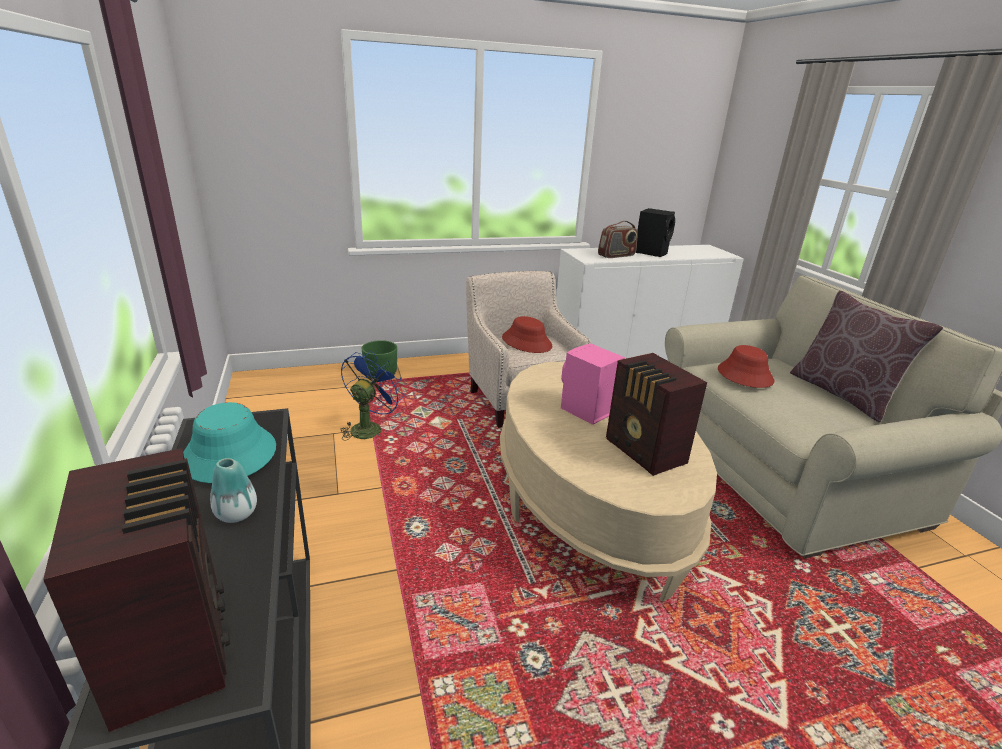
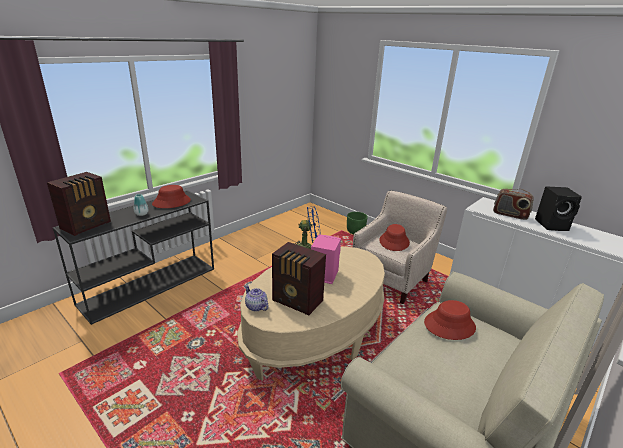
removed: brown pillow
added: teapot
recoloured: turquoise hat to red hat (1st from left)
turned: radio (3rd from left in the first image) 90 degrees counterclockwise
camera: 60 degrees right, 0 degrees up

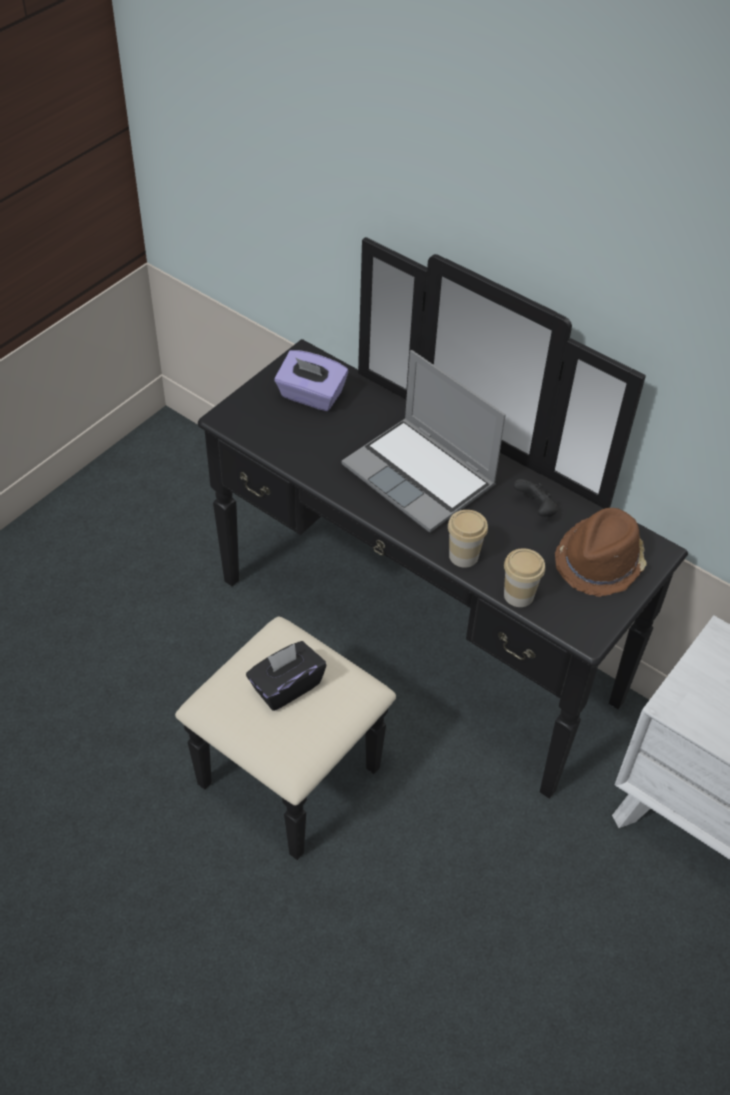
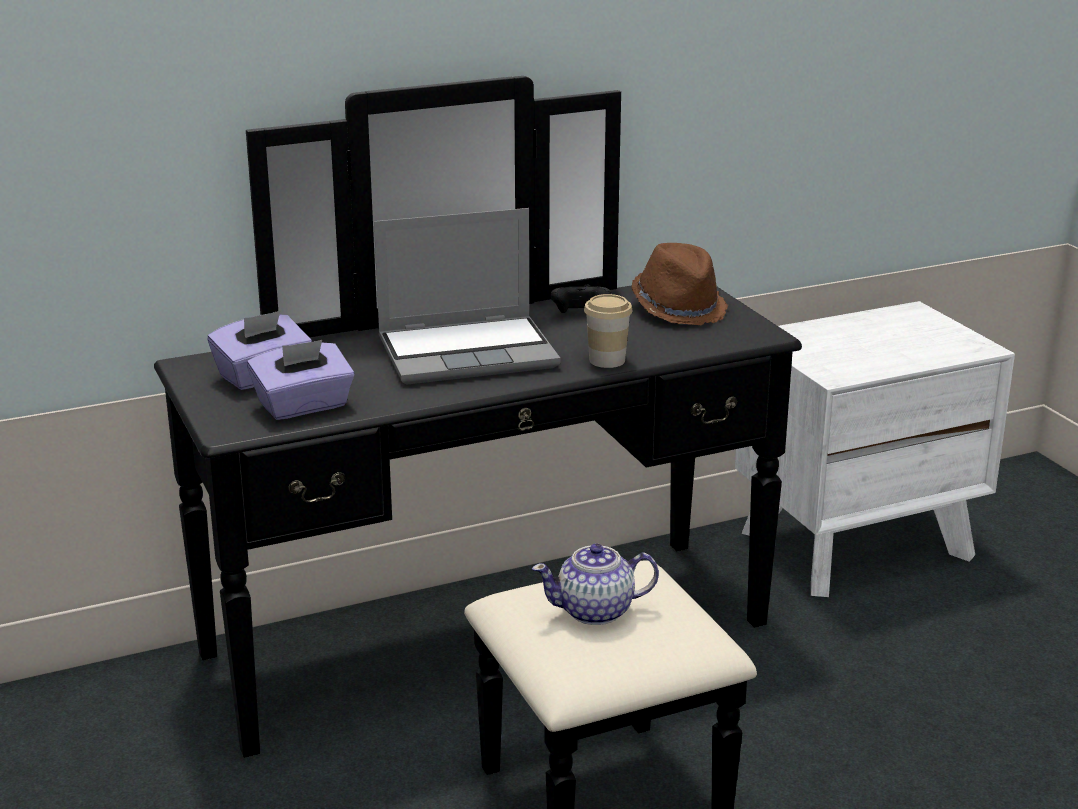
removed: cup (2nd from left)
added: purple tissue box (2nd from left)
replaced: black tissue box to teapot
camera: 60 degrees left, 25 degrees down

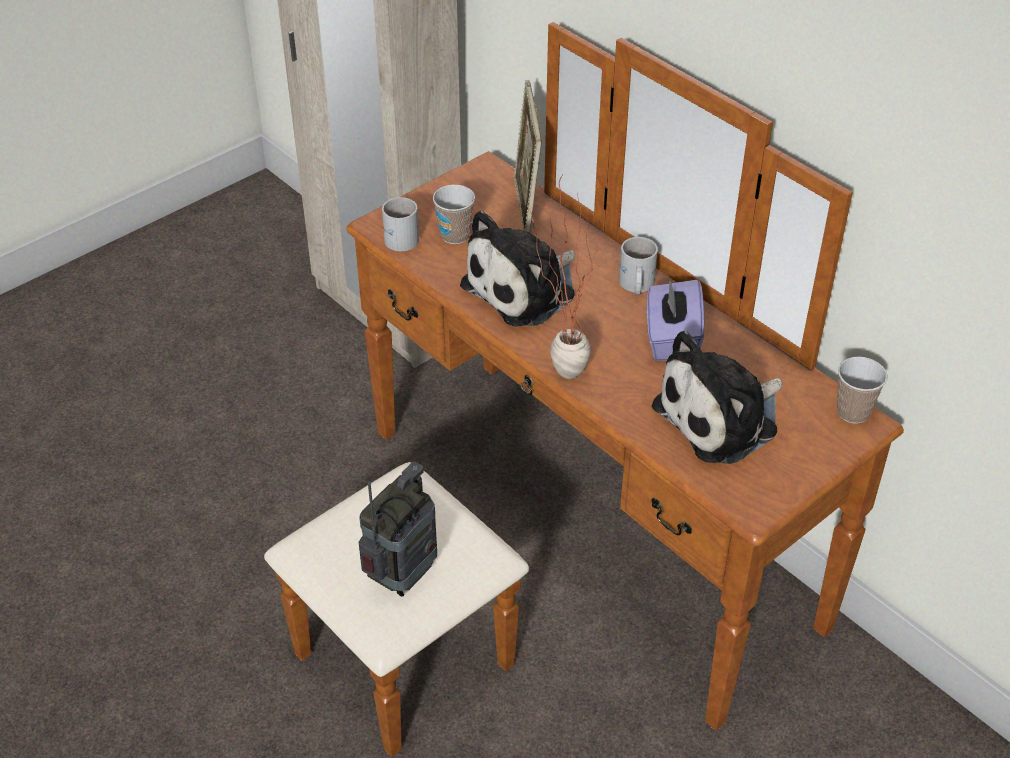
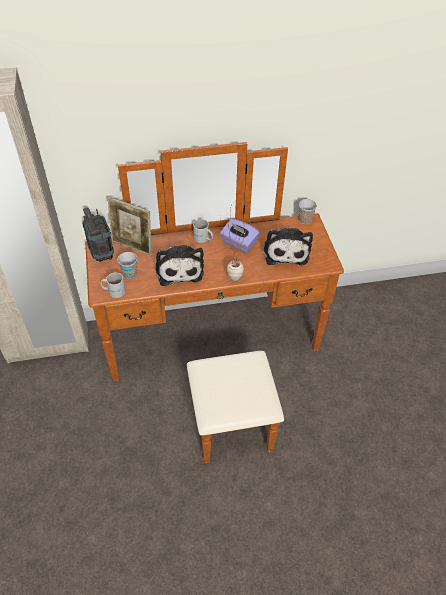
moved: radio
camera: 60 degrees left, 5 degrees up

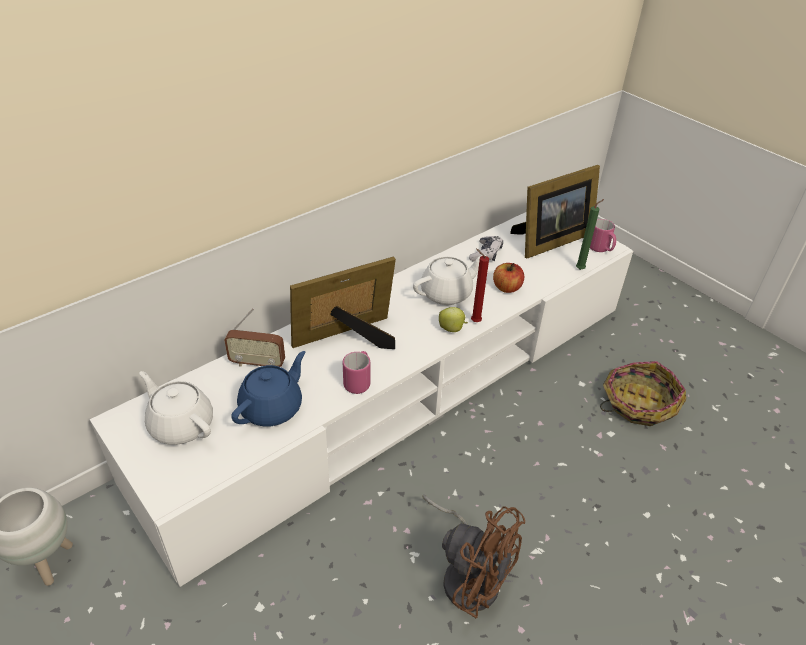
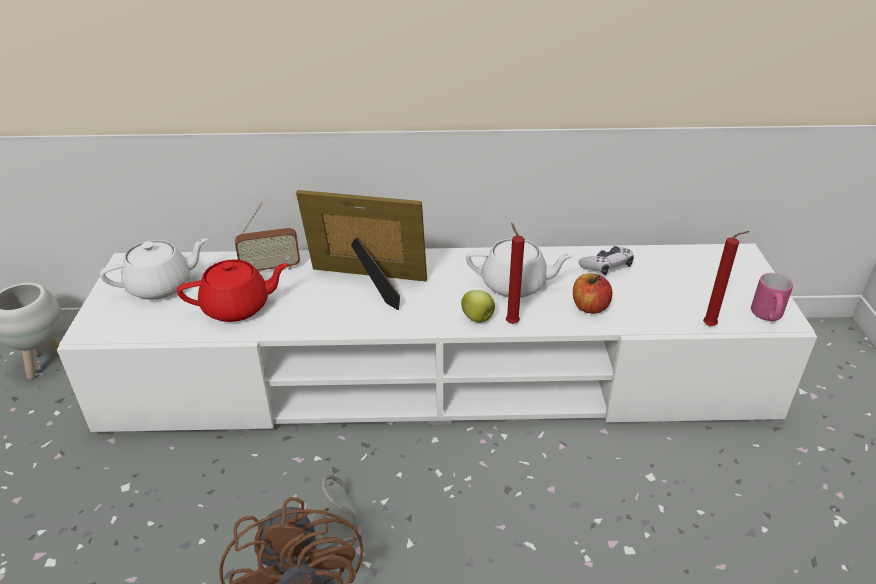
removed: pink mug (1st from left); picture frame (2nd from left); basket
recoloured: blue teapot to red teapot; green candle to red candle (2nd from left)
turned: white teapot (1st from left) 75 degrees clockwise; radio 60 degrees counterclockwise
camera: 40 degrees right, 5 degrees down

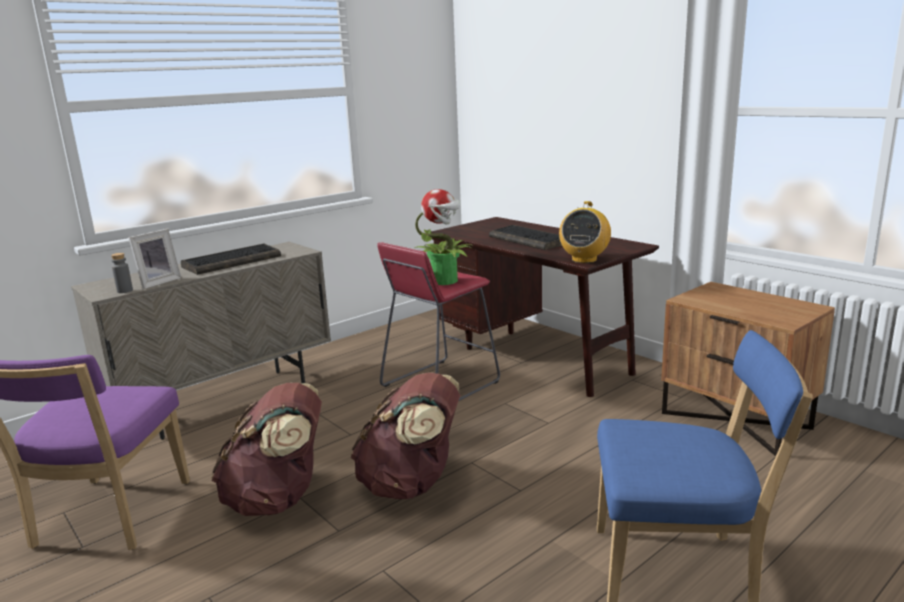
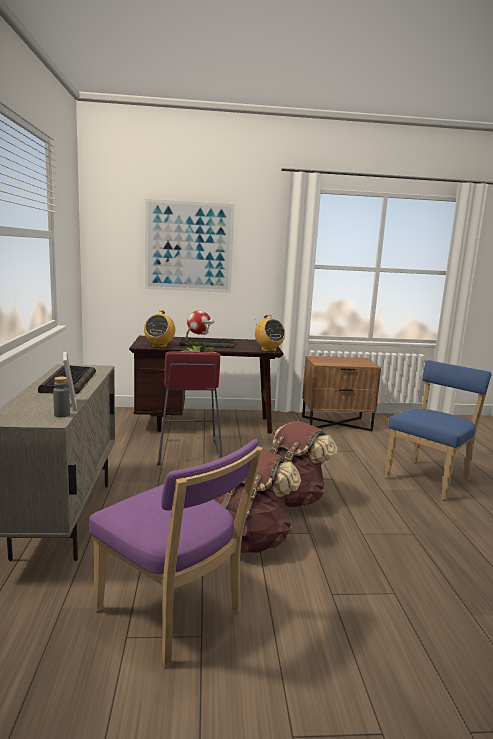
added: radio (1st from left); picture
camera: 55 degrees left, 5 degrees down

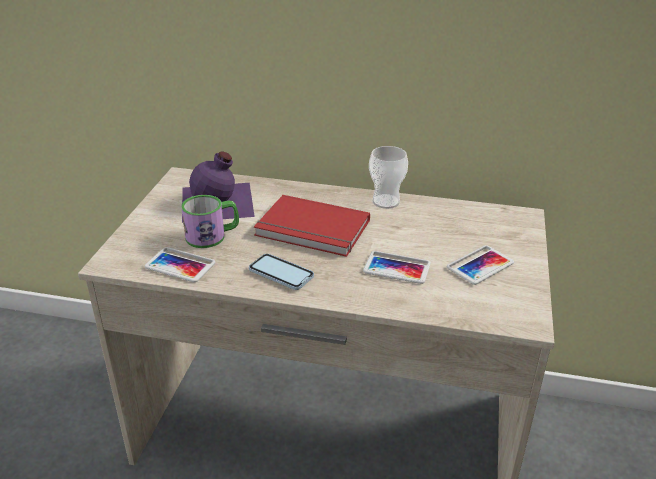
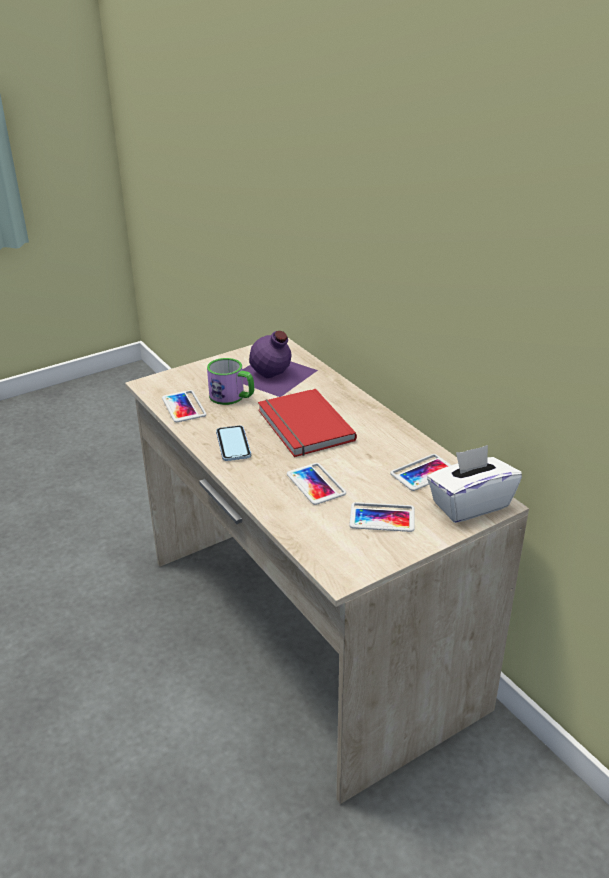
removed: cup
added: phone (5th from left); white tissue box
camera: 45 degrees right, 0 degrees up

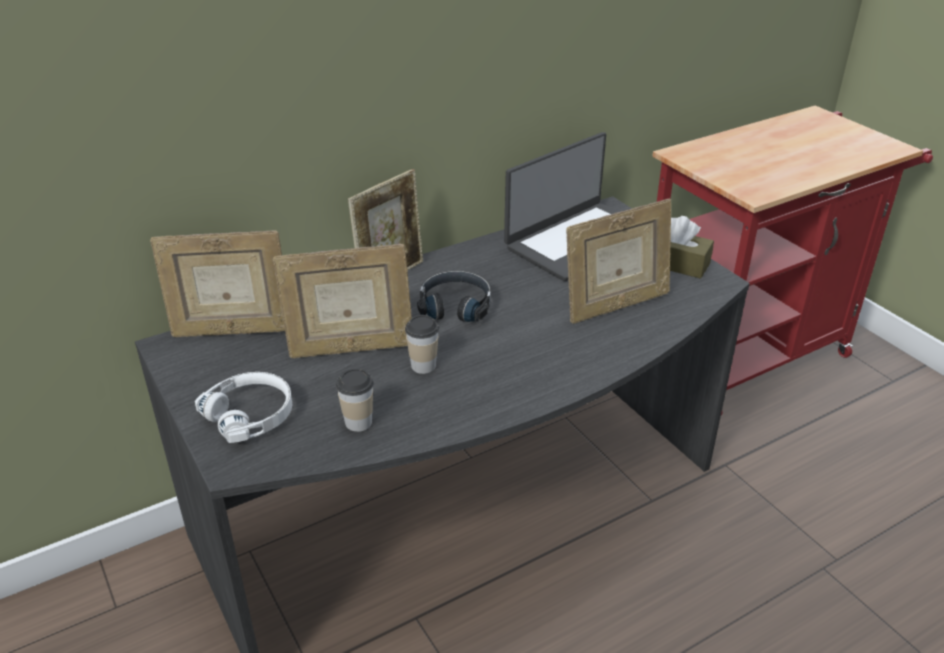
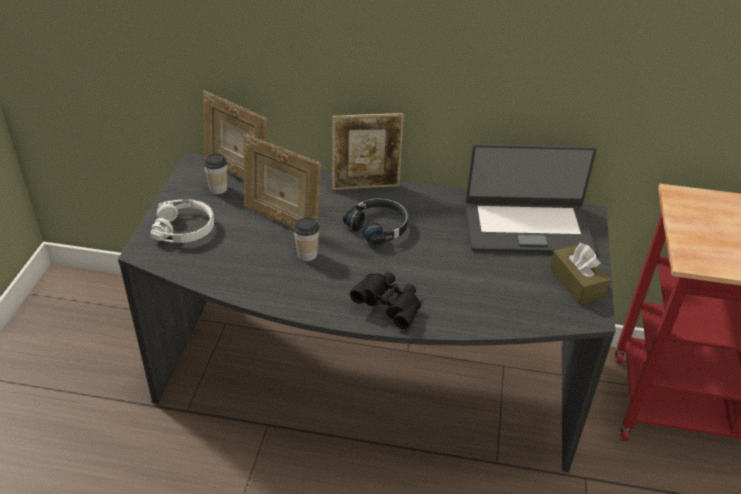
removed: picture frame (4th from left)
added: black binoculars
moved: cup (1st from left)
camera: 40 degrees right, 5 degrees up

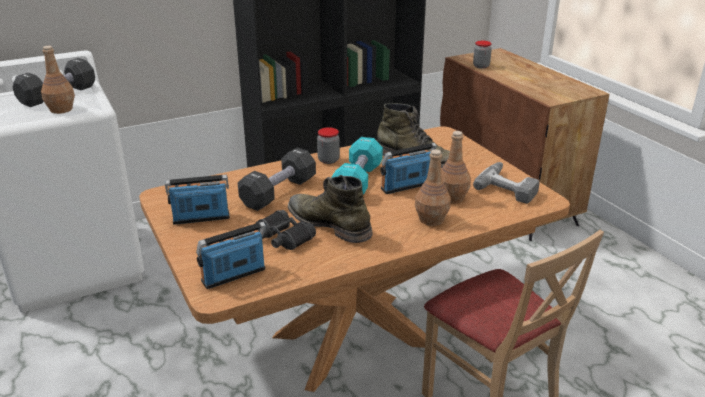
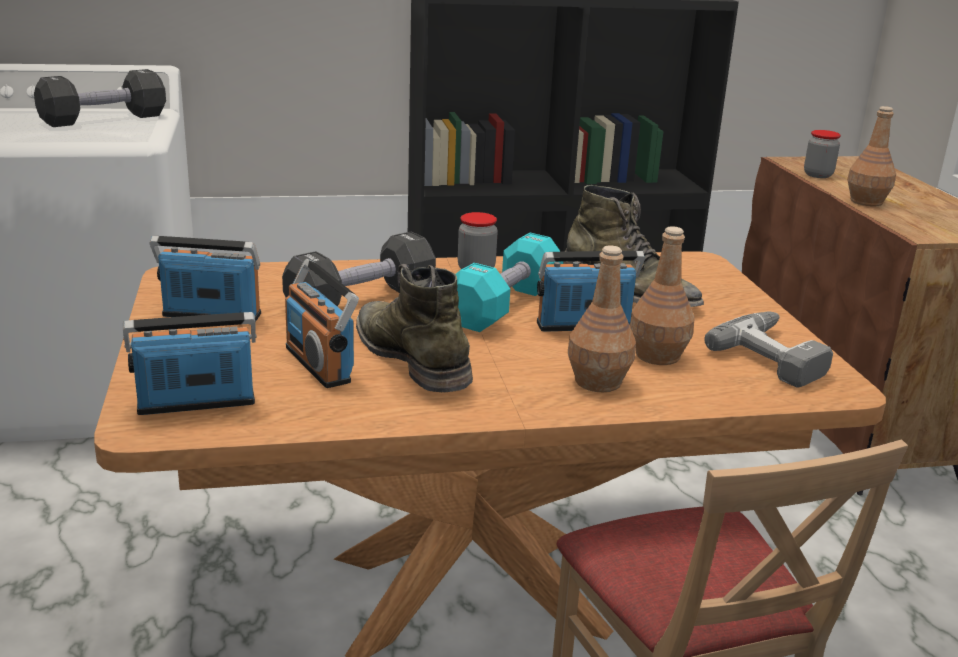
moved: brown bottle (1st from left in the first image) to brown bottle (3rd from left)
replaced: black binoculars to radio (3rd from left)
camera: 15 degrees right, 5 degrees down

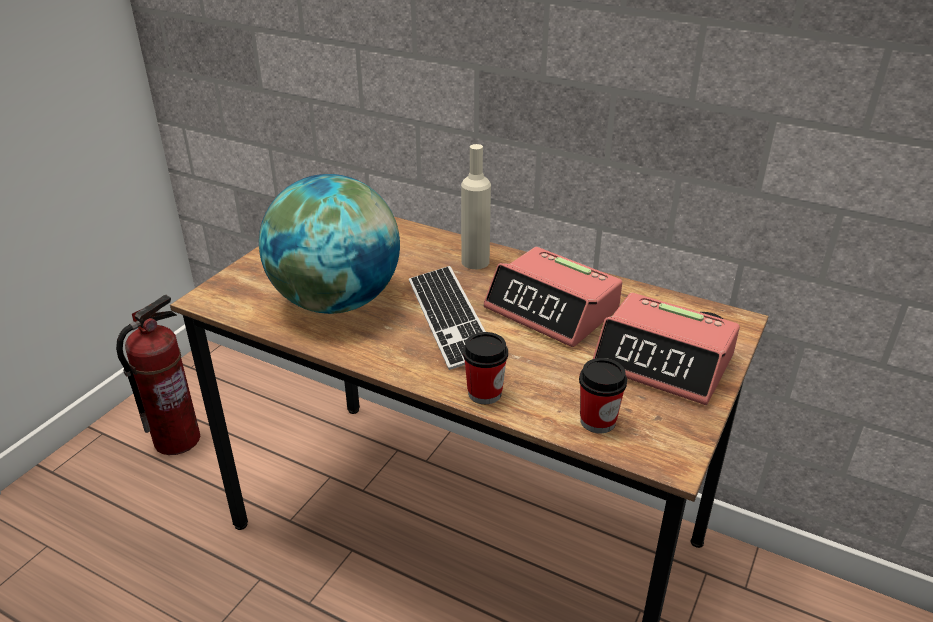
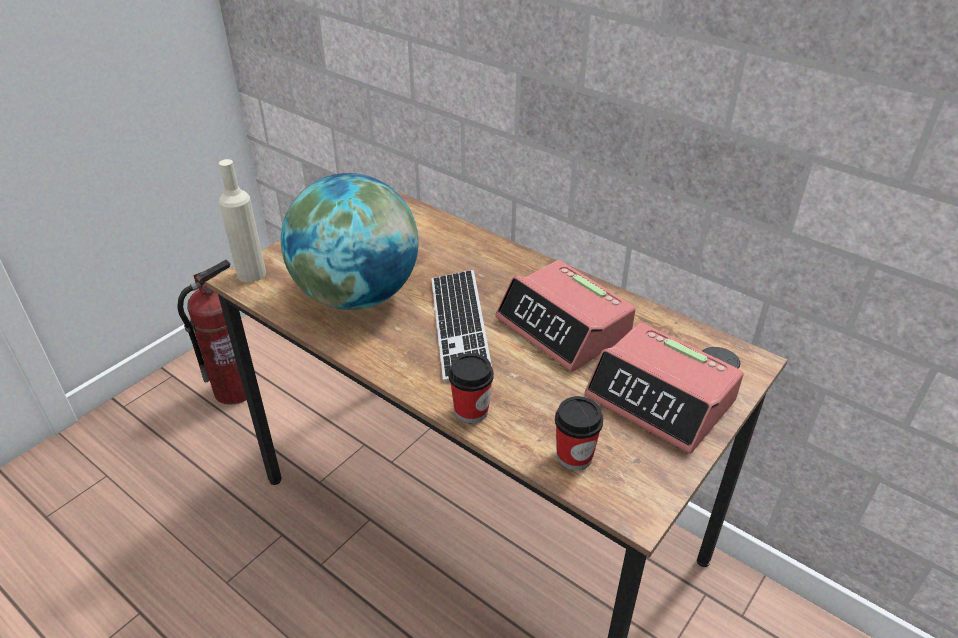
moved: beige bottle
camera: 10 degrees right, 5 degrees up

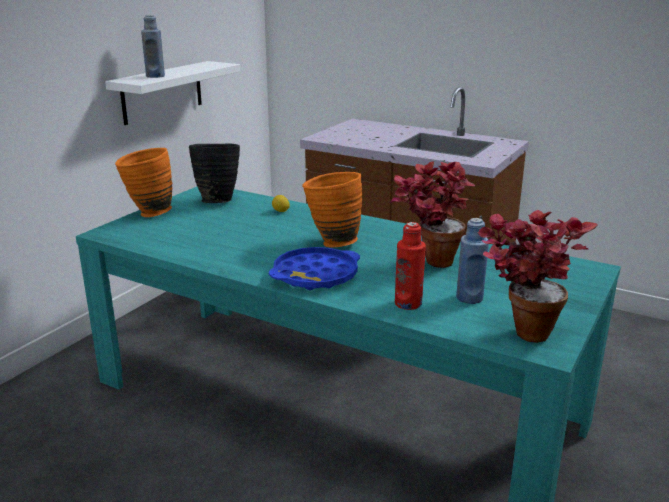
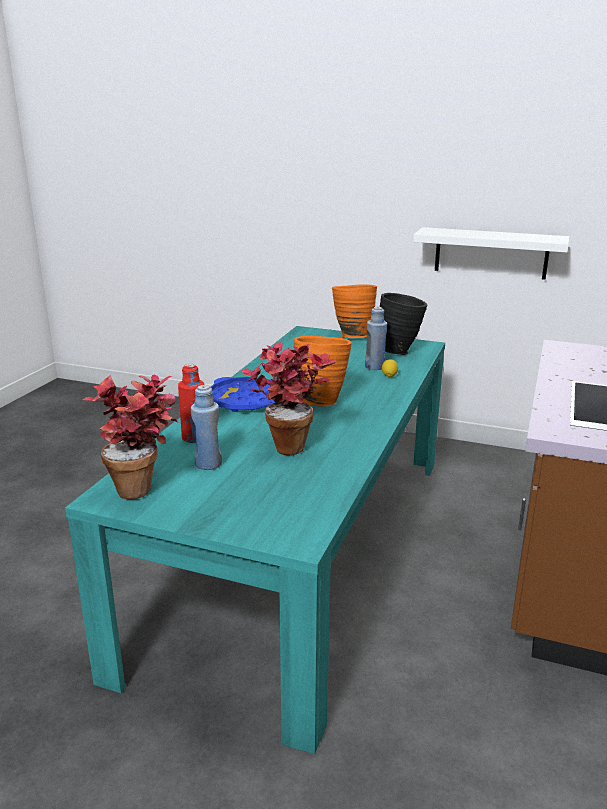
moved: blue bottle (1st from left in the first image) to blue bottle (2nd from left)
camera: 80 degrees right, 0 degrees up

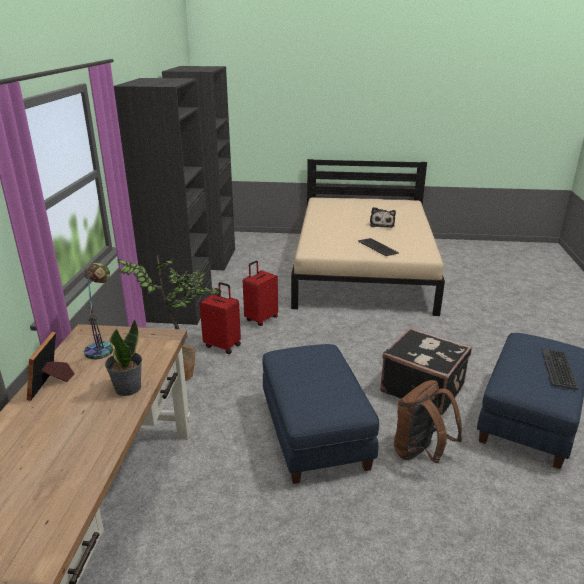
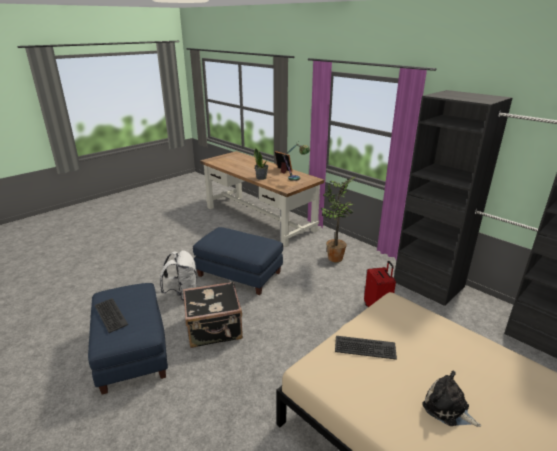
removed: red suitcase (1st from left)
recoloured: brown backpack to white backpack
camera: 130 degrees right, 0 degrees up

